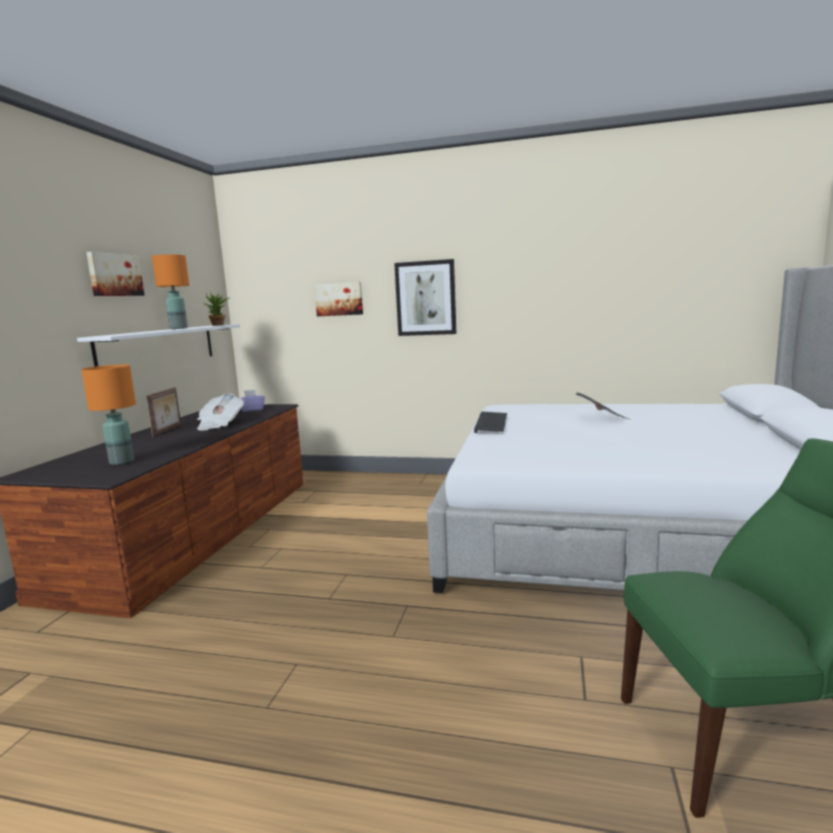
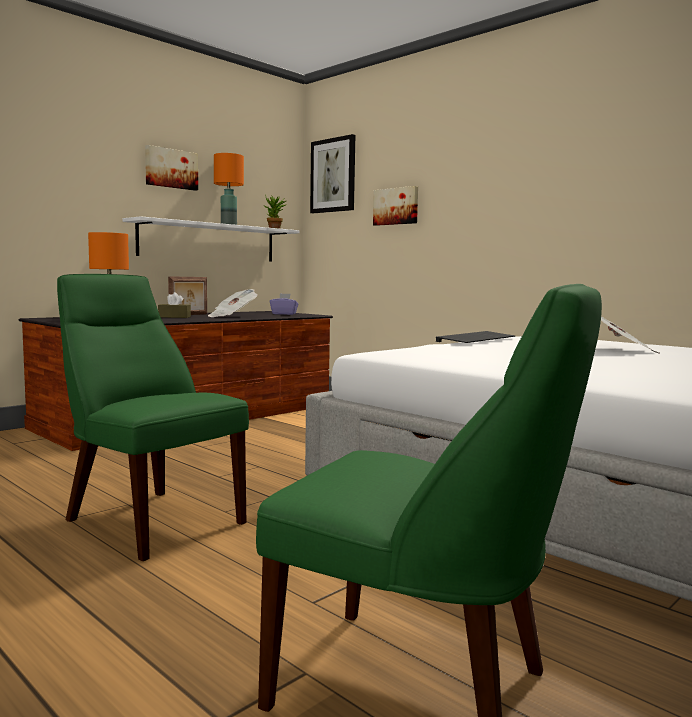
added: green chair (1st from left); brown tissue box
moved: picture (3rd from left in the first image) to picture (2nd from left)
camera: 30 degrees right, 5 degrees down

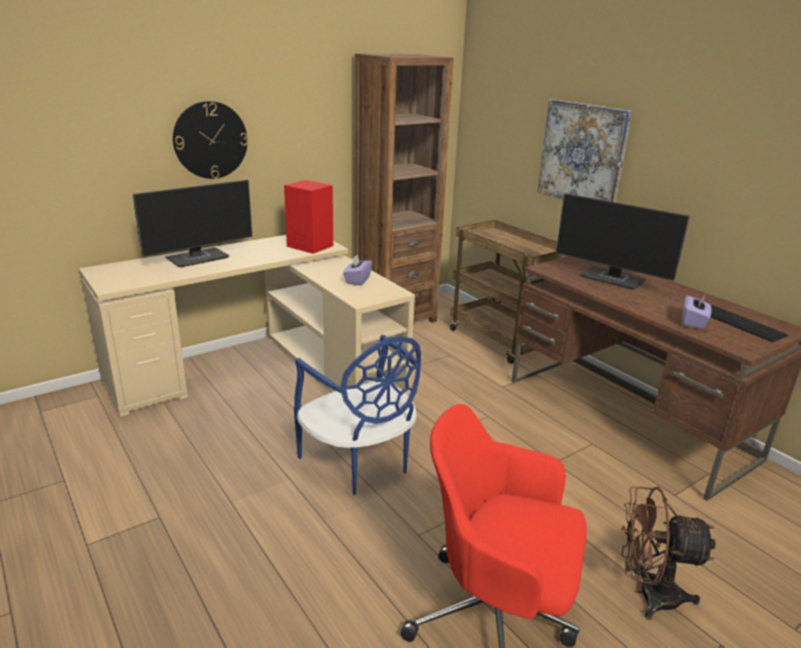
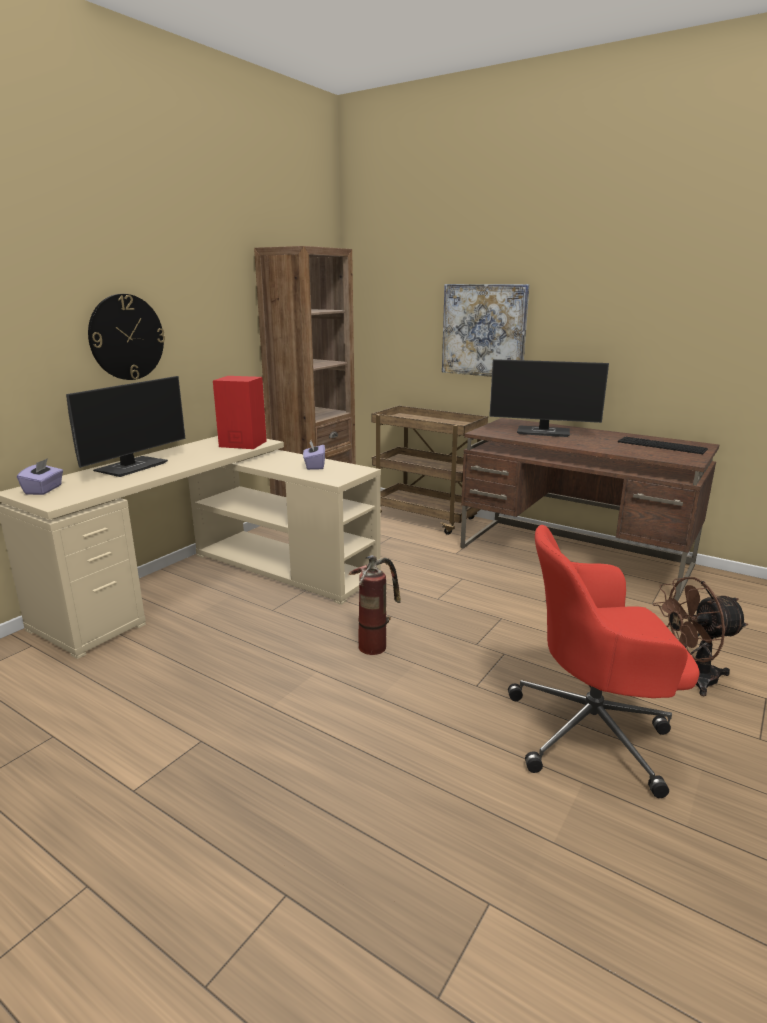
moved: purple tissue box (2nd from left in the first image) to purple tissue box (1st from left)
replaced: blue chair to fire extinguisher
camera: 20 degrees left, 5 degrees down

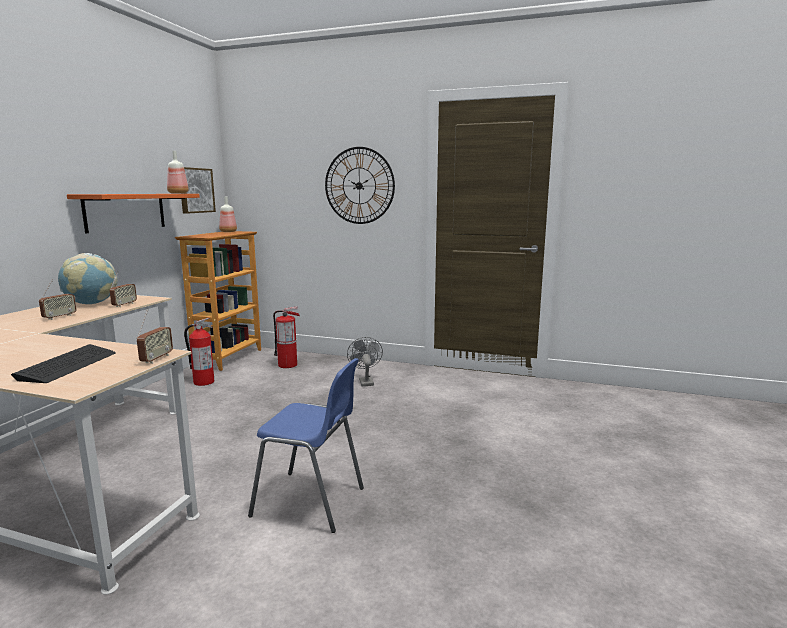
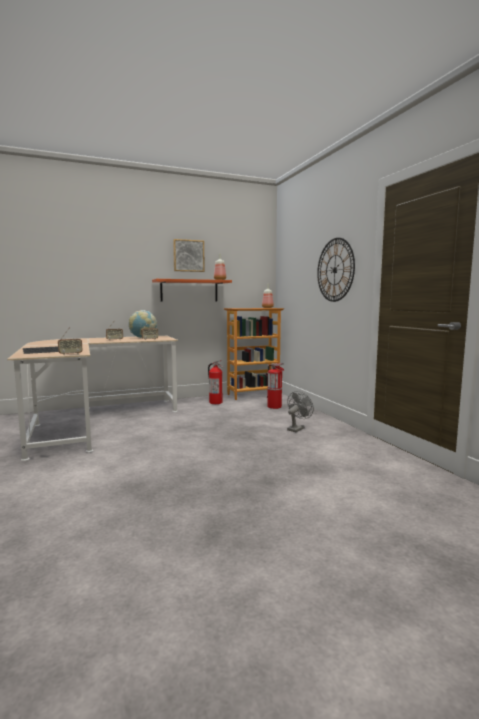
removed: blue chair
moved: picture
camera: 50 degrees right, 5 degrees down

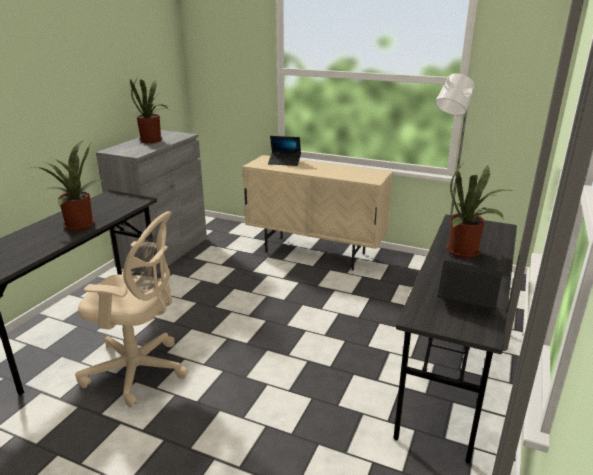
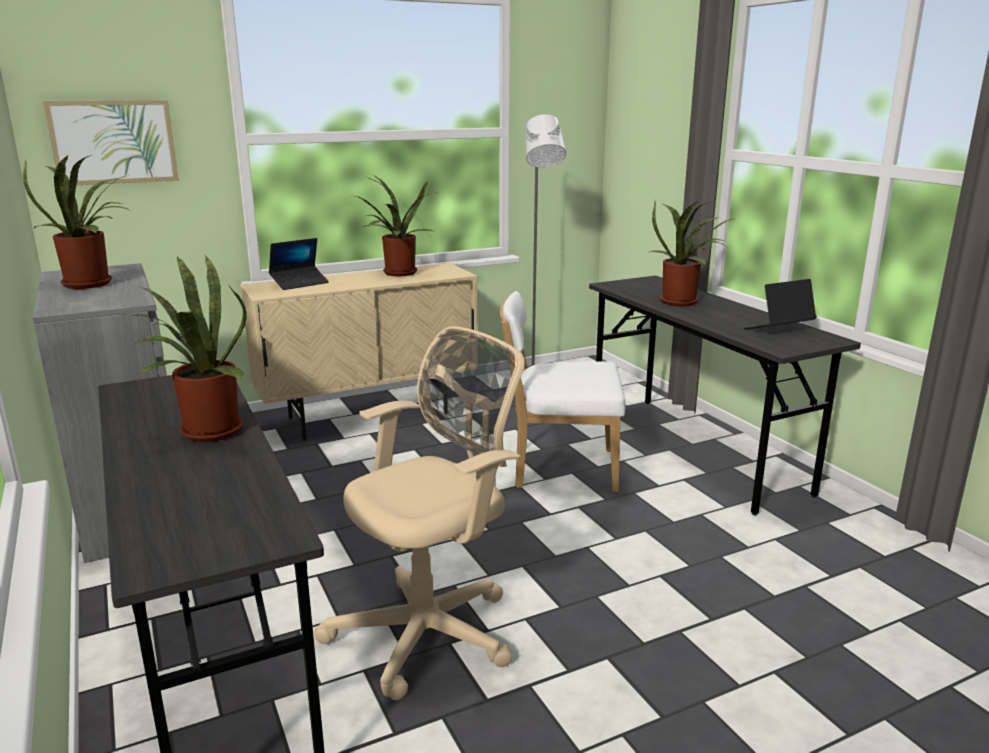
added: picture; potted plant (3rd from left); white chair
camera: 50 degrees left, 5 degrees down

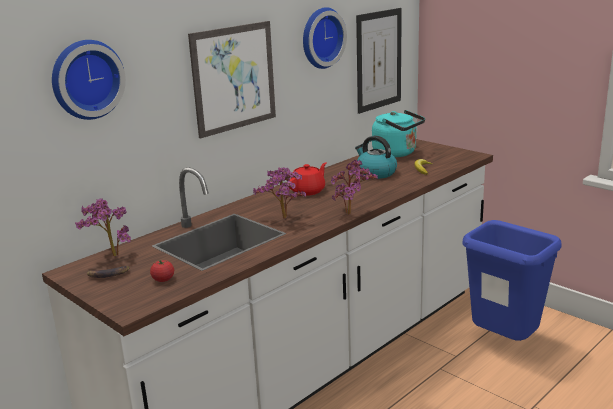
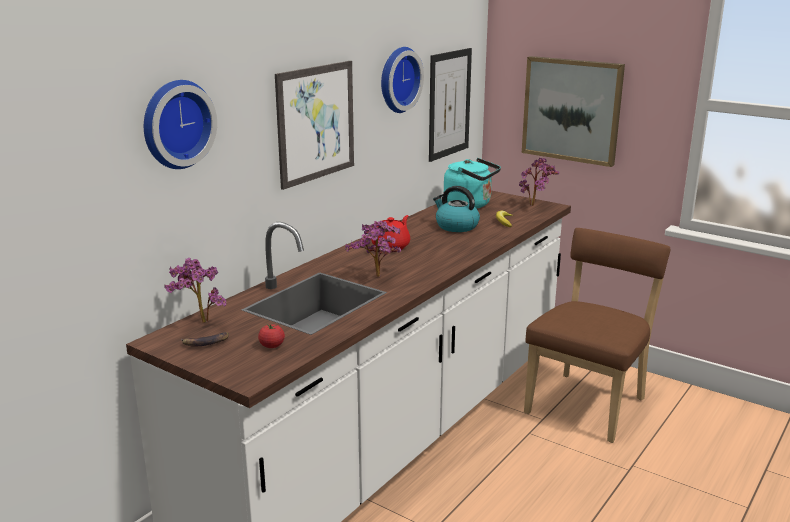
added: picture (3rd from left)
moved: potted plant (3rd from left)
replaced: blue trash can to brown chair
camera: 10 degrees left, 0 degrees up

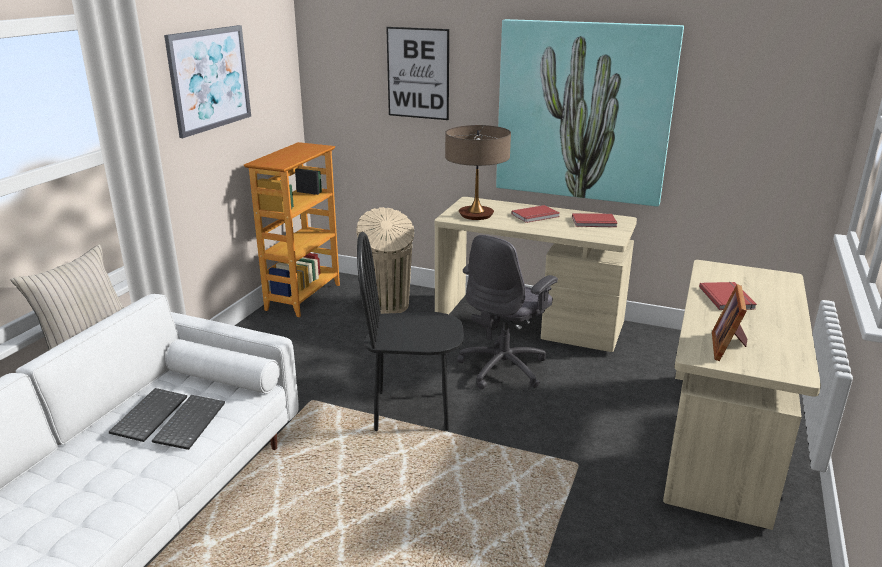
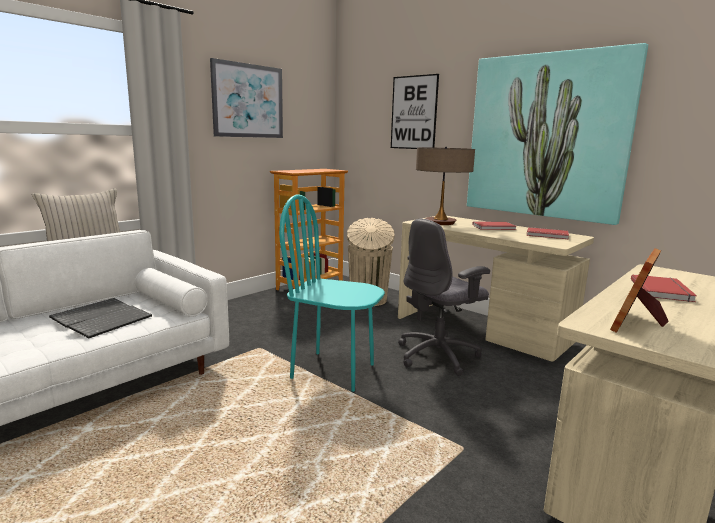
recoloured: black chair to turquoise chair
camera: 20 degrees right, 10 degrees down

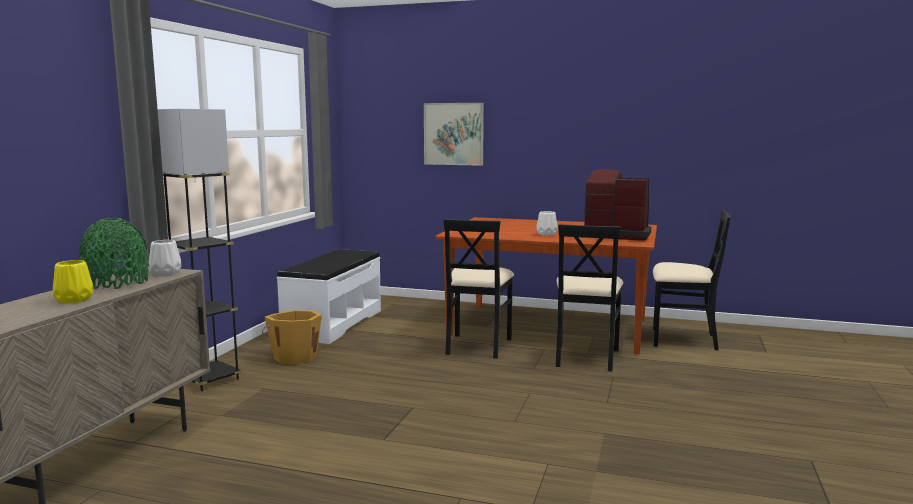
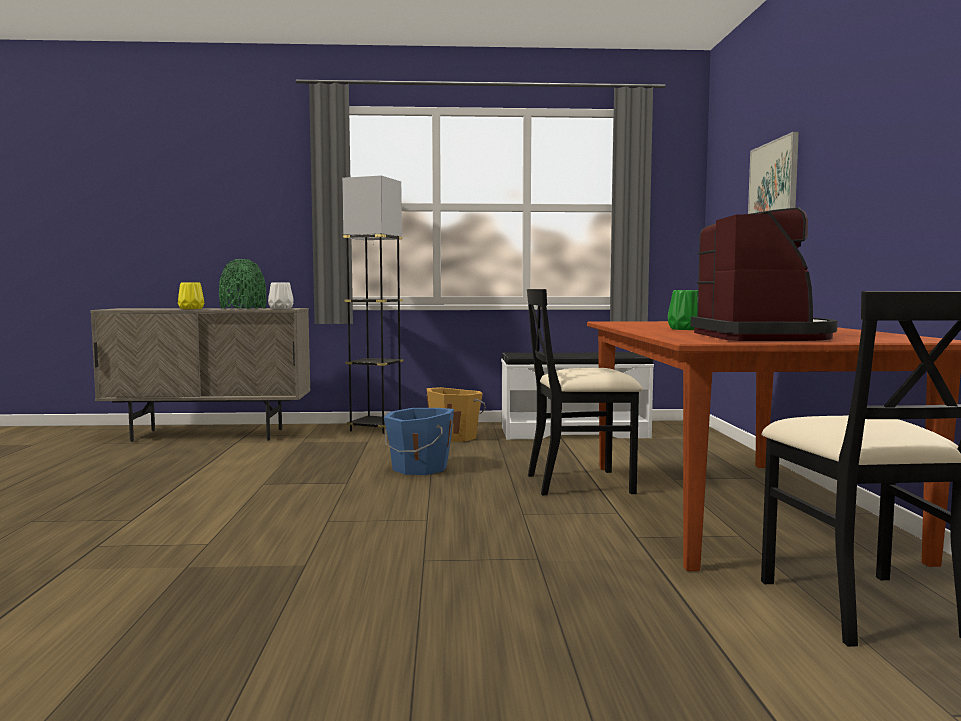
removed: black chair (2nd from left)
added: blue bucket
recoloured: white vase (2nd from left) to green vase (2nd from left)
camera: 70 degrees right, 5 degrees down

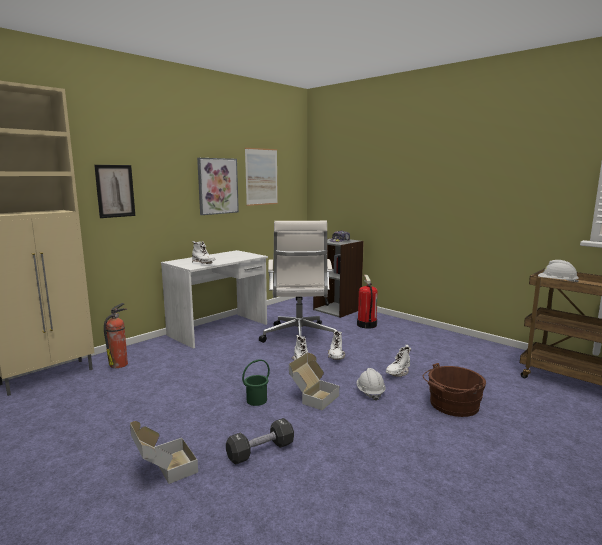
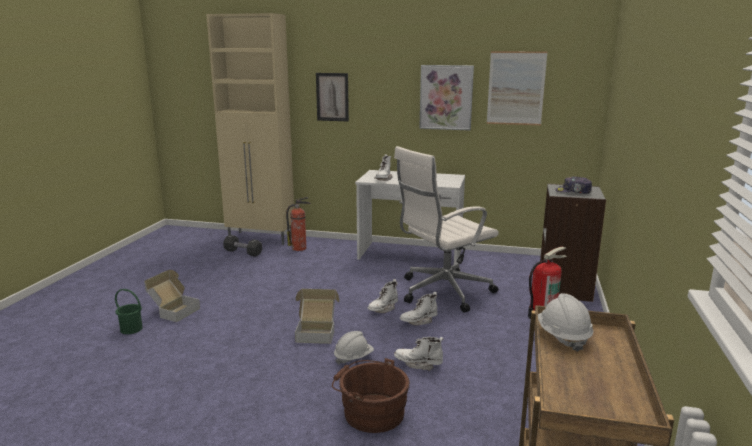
moved: black dumbbell; green bucket
camera: 60 degrees right, 5 degrees up

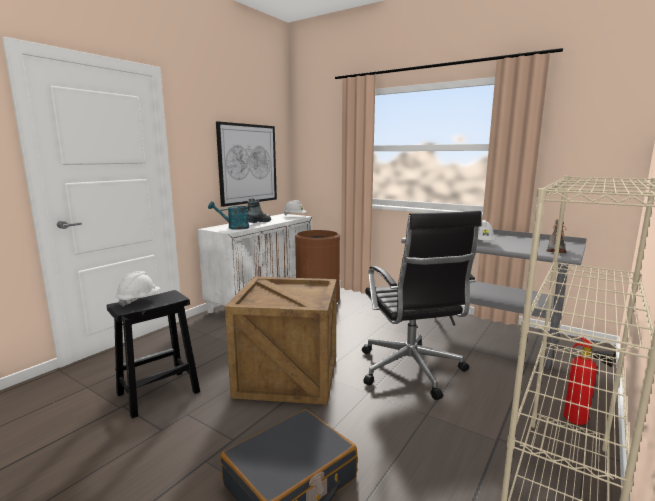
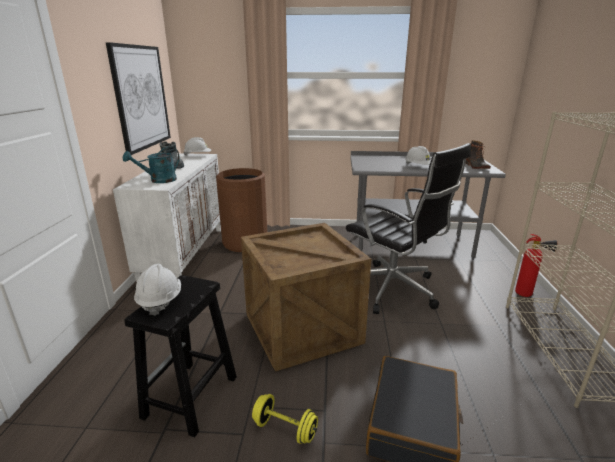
added: yellow dumbbell
camera: 30 degrees left, 10 degrees up

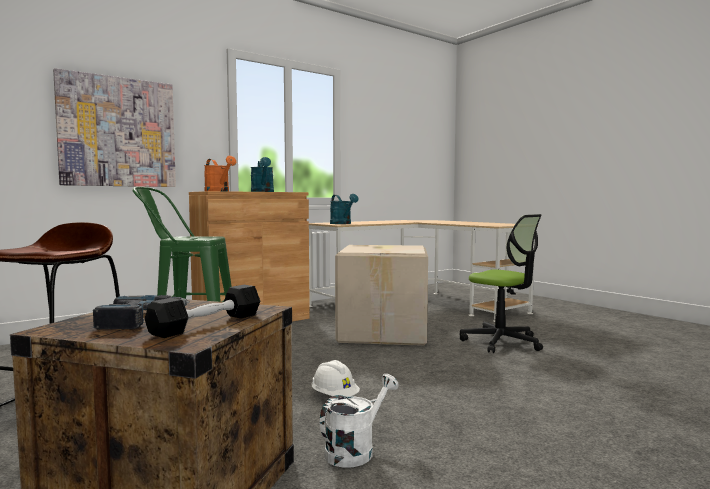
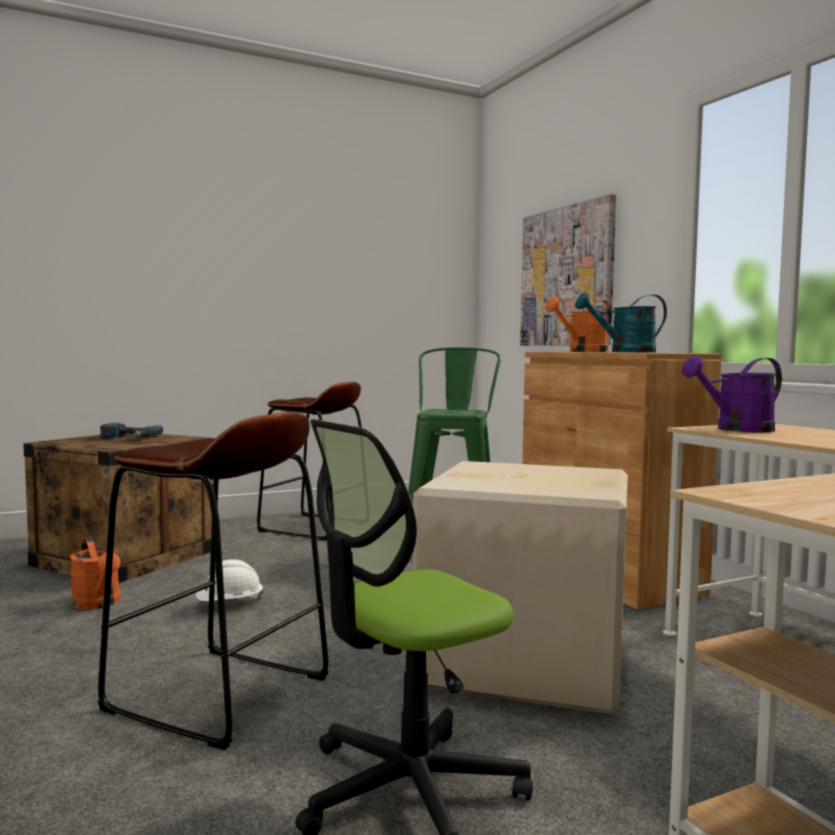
removed: black dumbbell
added: brown stool (1st from left)
recoloured: white watering can to orange watering can (1st from left); turquoise watering can (2nd from left) to purple watering can
camera: 100 degrees right, 0 degrees up

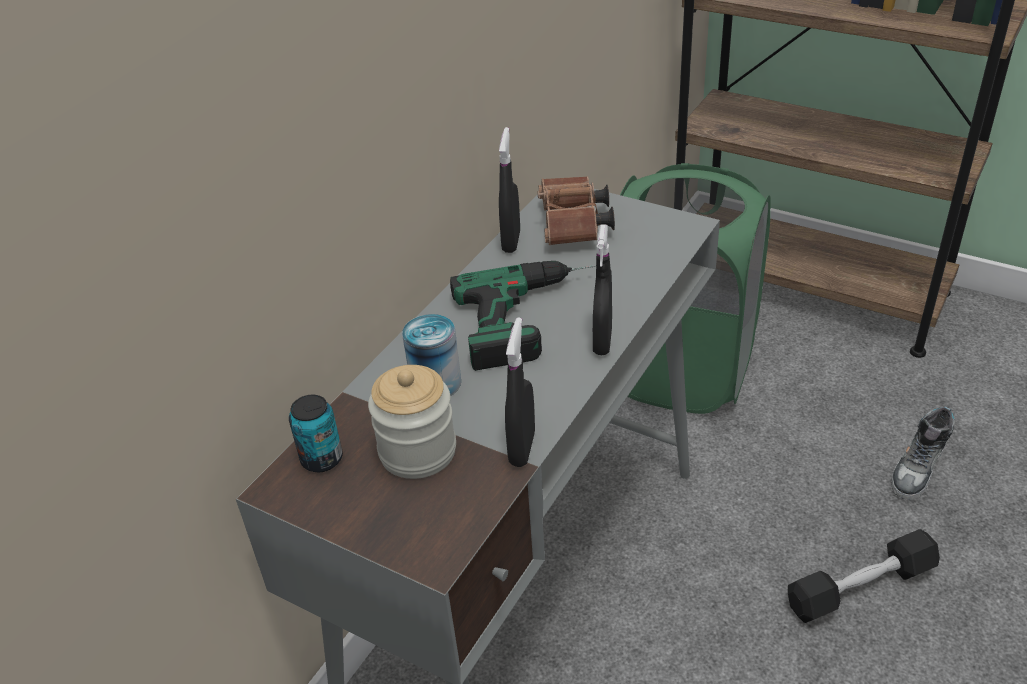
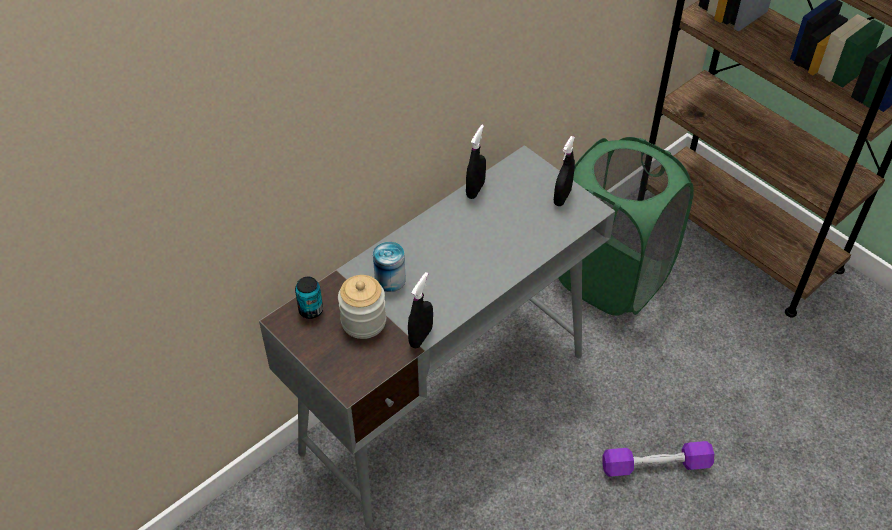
removed: power drill; brown binoculars; shoe
moved: black spray bottle (3rd from left)
recoloured: black dumbbell to purple dumbbell
camera: 15 degrees right, 10 degrees up

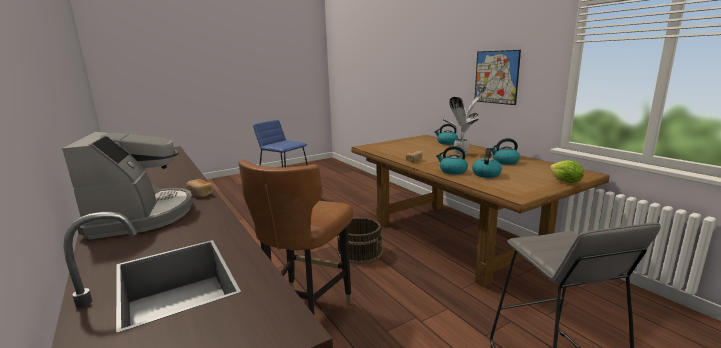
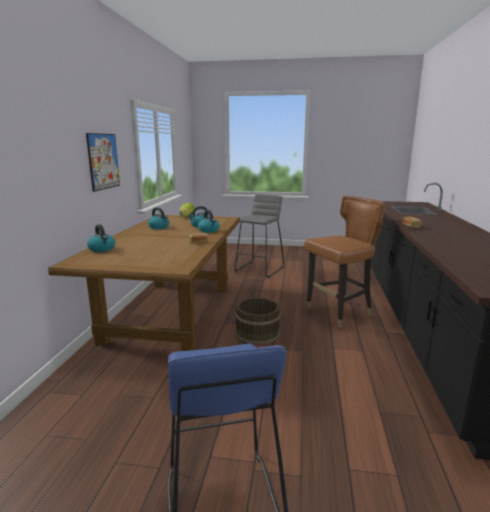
removed: coffee machine; potted plant
camera: 140 degrees left, 0 degrees up

